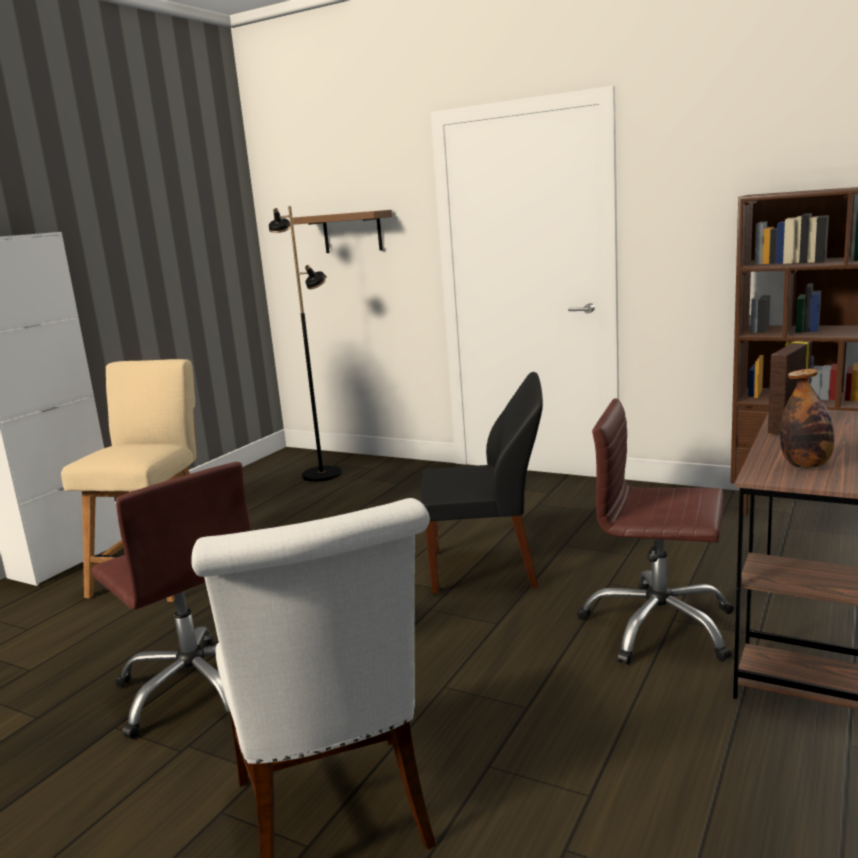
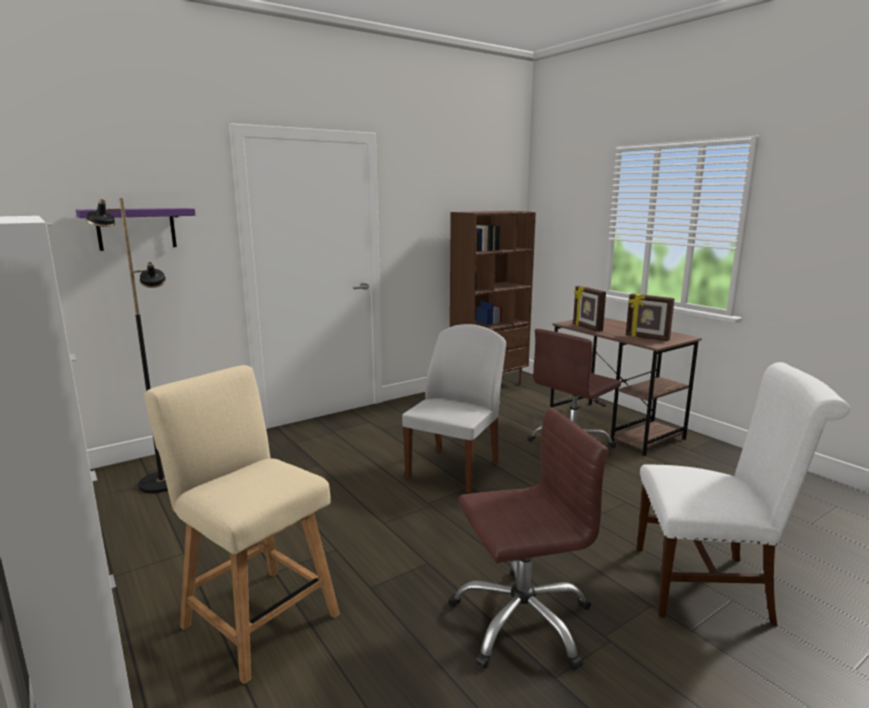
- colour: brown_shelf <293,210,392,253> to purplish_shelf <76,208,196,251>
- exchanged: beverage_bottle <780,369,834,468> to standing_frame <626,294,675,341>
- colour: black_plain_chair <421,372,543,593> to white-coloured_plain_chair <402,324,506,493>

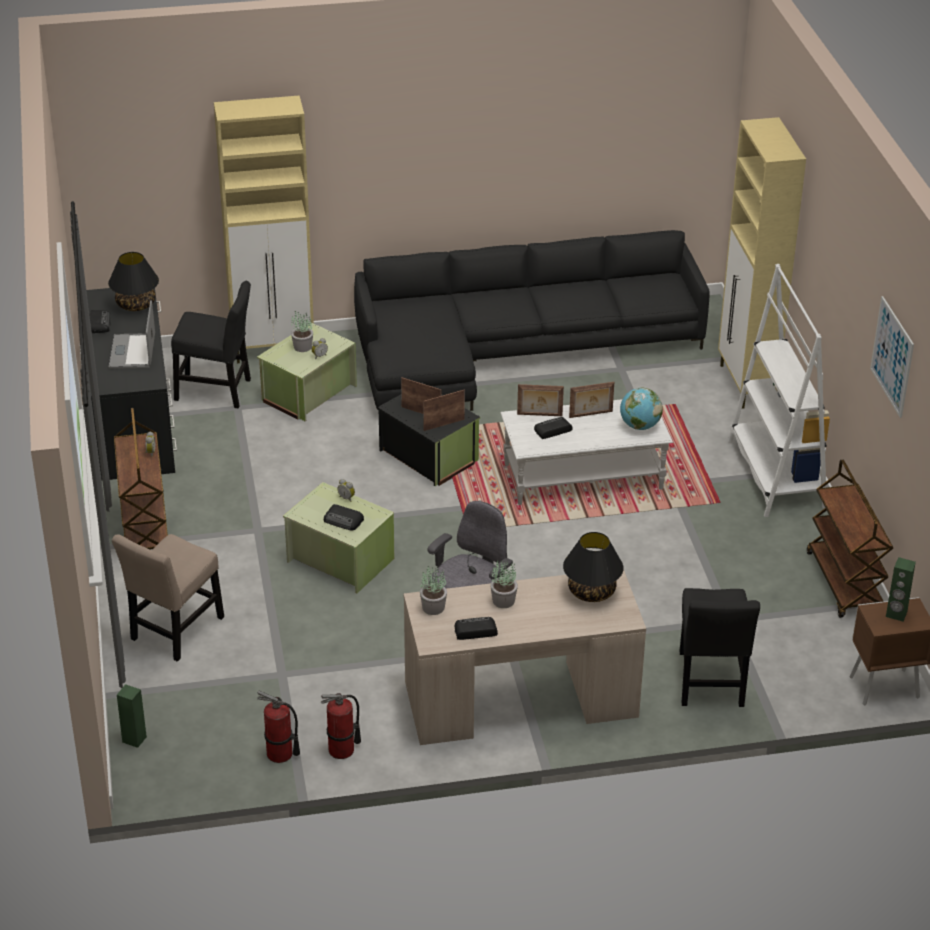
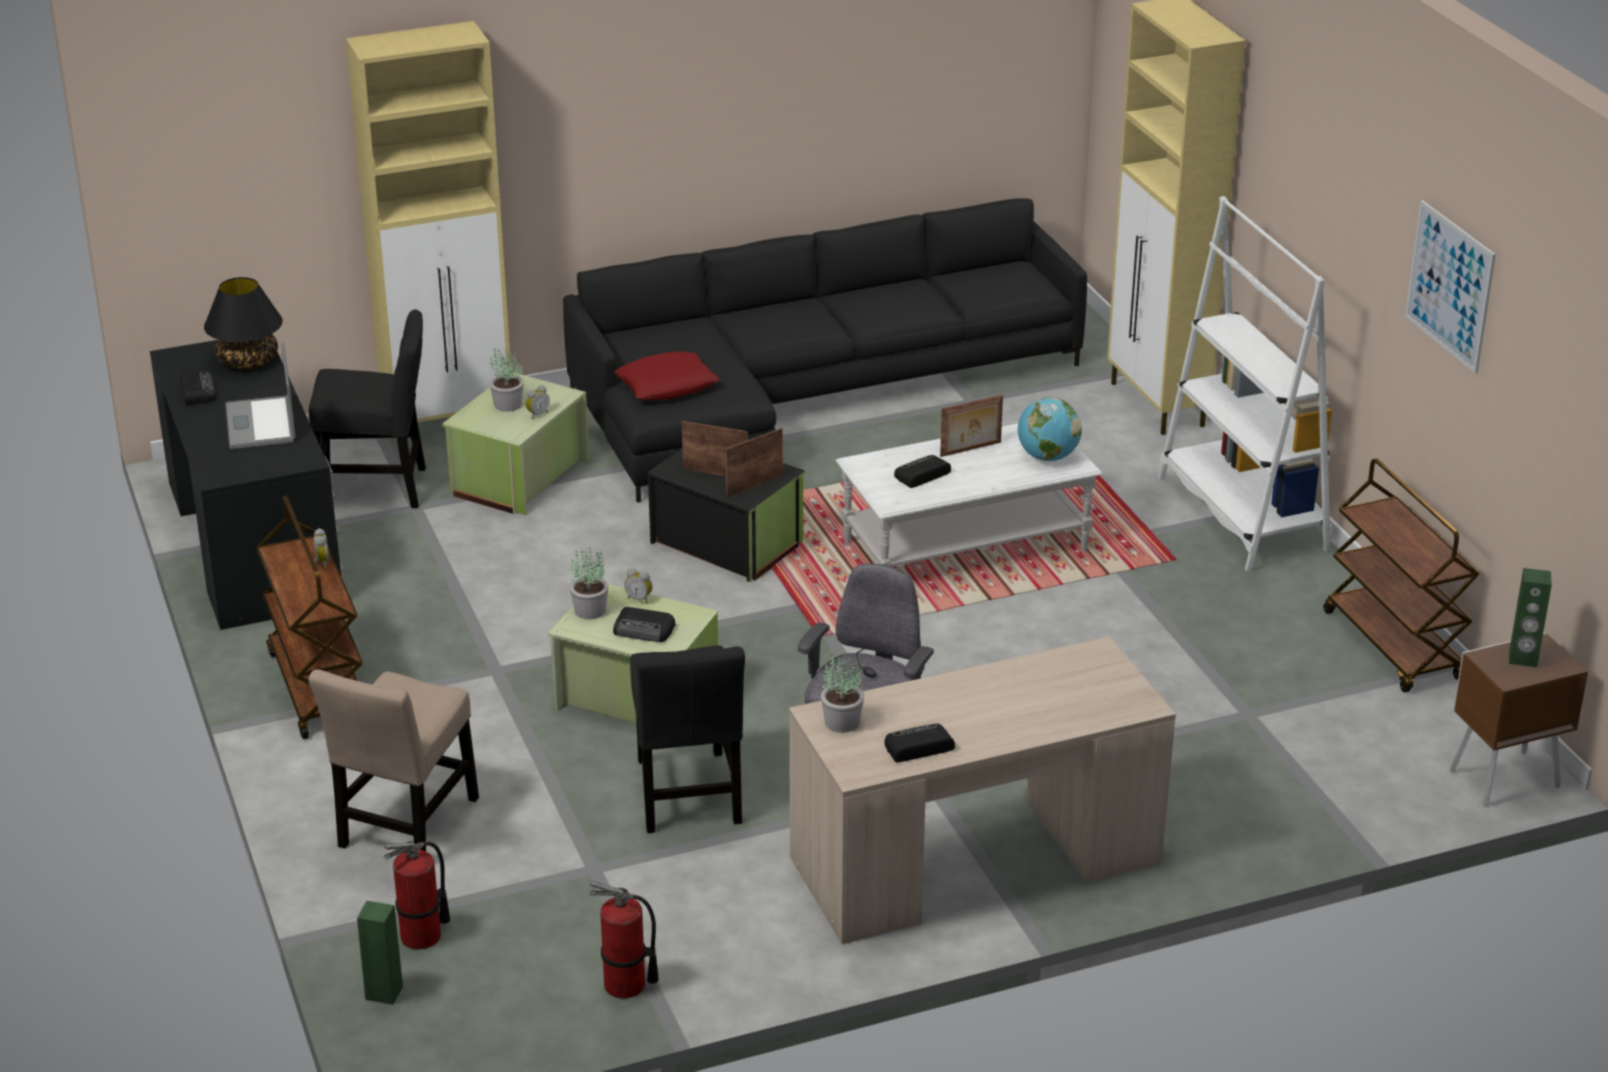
- missing: standing_frame <517,384,564,416>
- missing: black_table_lamp <563,532,624,602>
- relocated: potted_plant <490,560,518,608> to <570,548,608,619>
- relocated: black_plain_chair <679,588,760,707> to <630,646,745,833>
- relocated: fire-fighting_cylinder <321,693,361,759> to <384,841,450,950>
- appeared: red-coloured_throw_pillow <614,352,719,400>

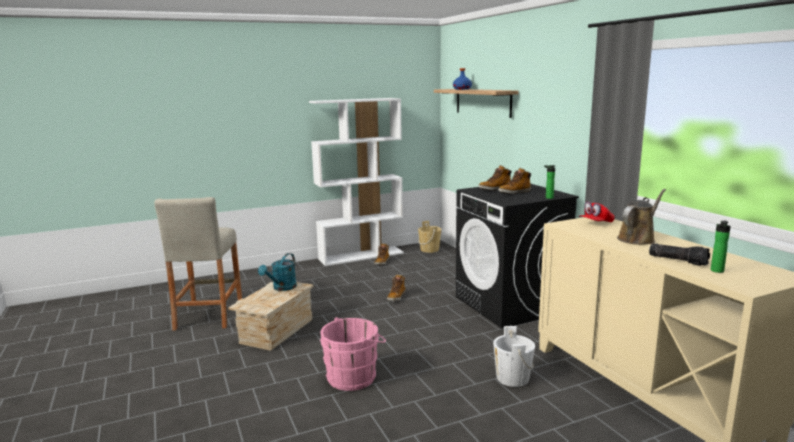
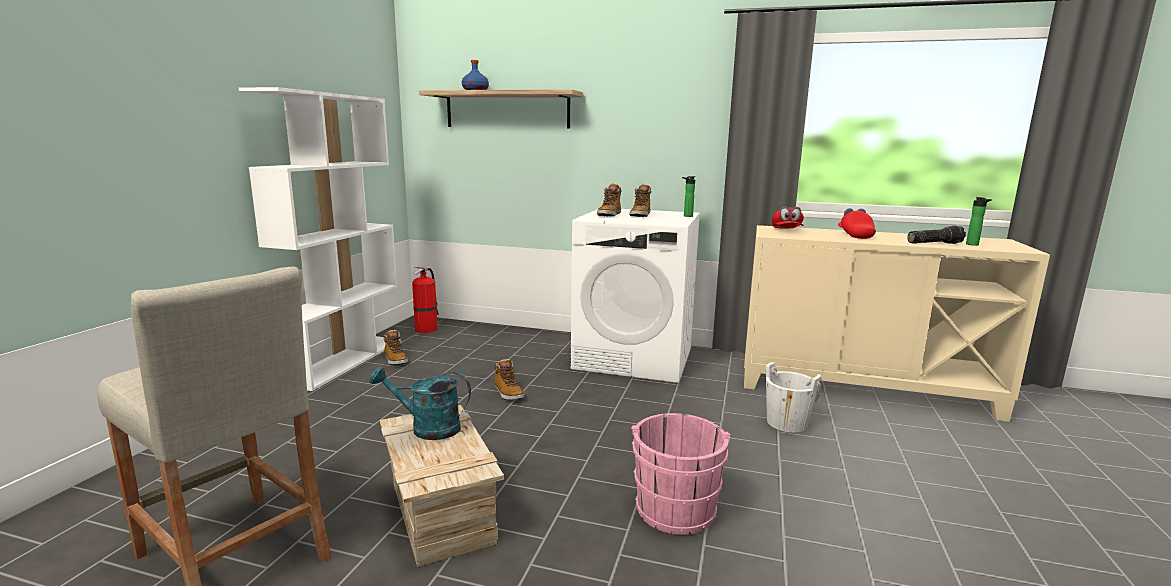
- colour: black_washing_machine <456,184,579,329> to white-coloured_washing_machine <571,209,700,383>
- exchanged: brown_watering_can <617,189,666,245> to red-coloured_cap <838,208,876,239>
- exchanged: beige_pail <418,221,441,253> to fire-fighting_cylinder <412,267,439,333>
- spun: turquoise-coloured_watering_can <258,253,297,291> = <369,366,471,440> 120 degrees clockwise

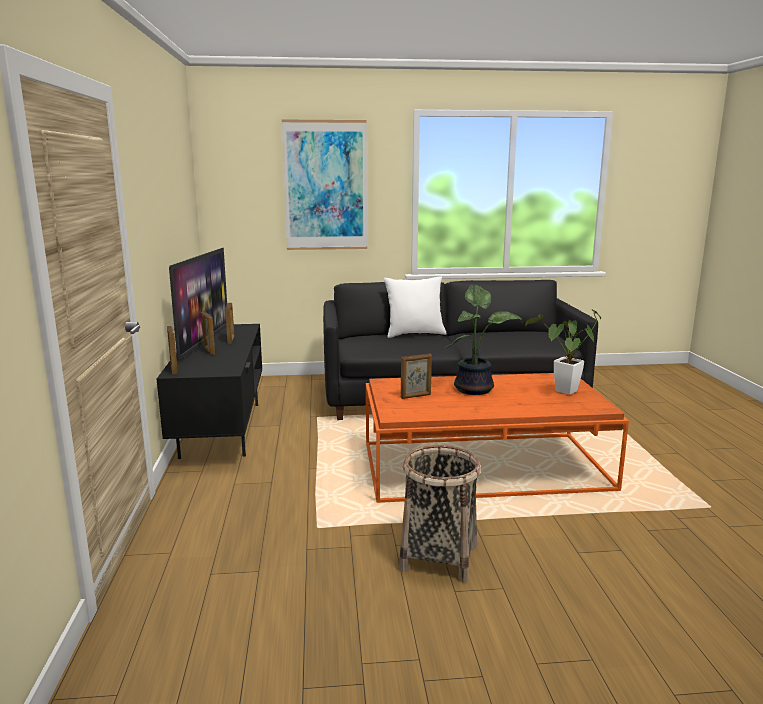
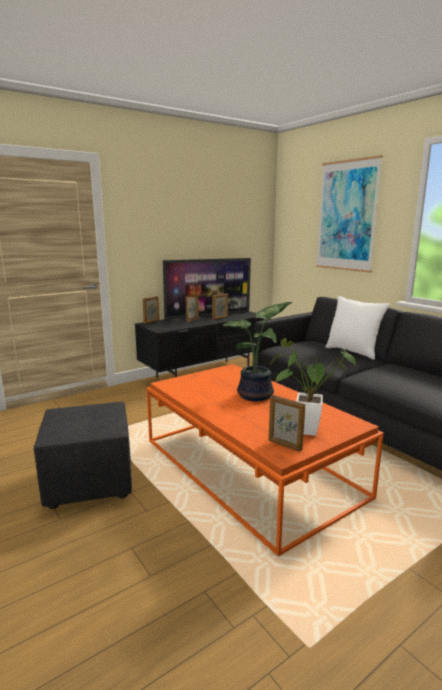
- relocated: standing_frame <401,354,432,399> to <268,395,305,452>
- exchanged: basket <399,445,481,582> to black_footrest <34,402,132,509>

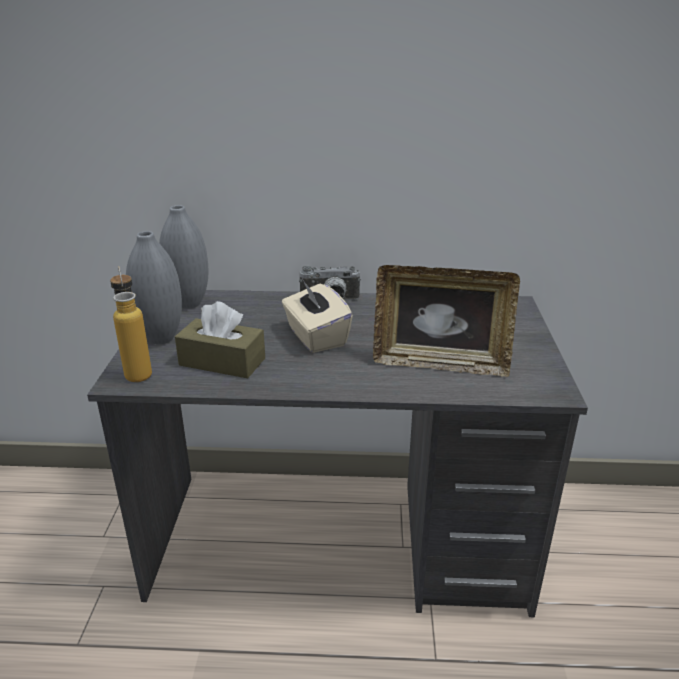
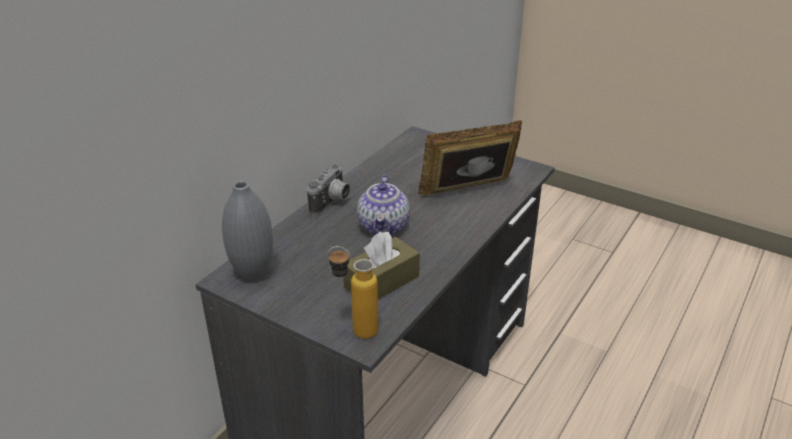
- missing: greyish_decorative_vase <126,231,182,344>
- spun: standing_frame <373,265,520,377> = <418,120,522,196> 150 degrees counterclockwise
- exchanged: beige_box_of_tissues <282,280,353,353> to pot_for_tea <357,175,410,236>

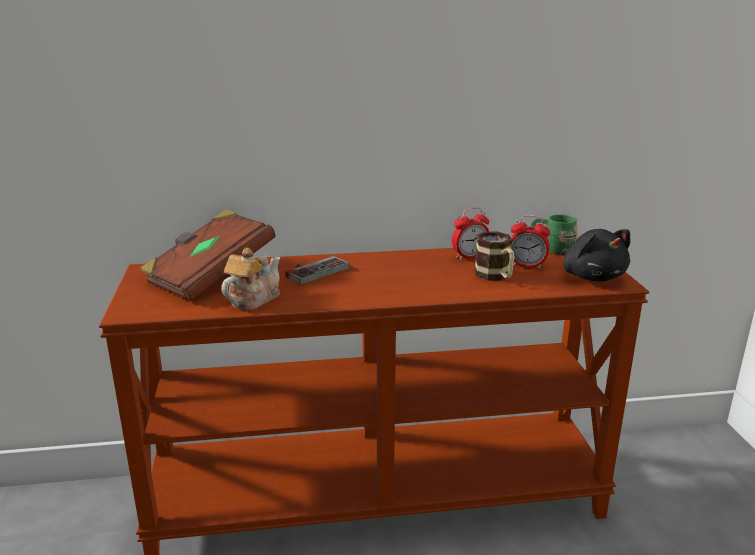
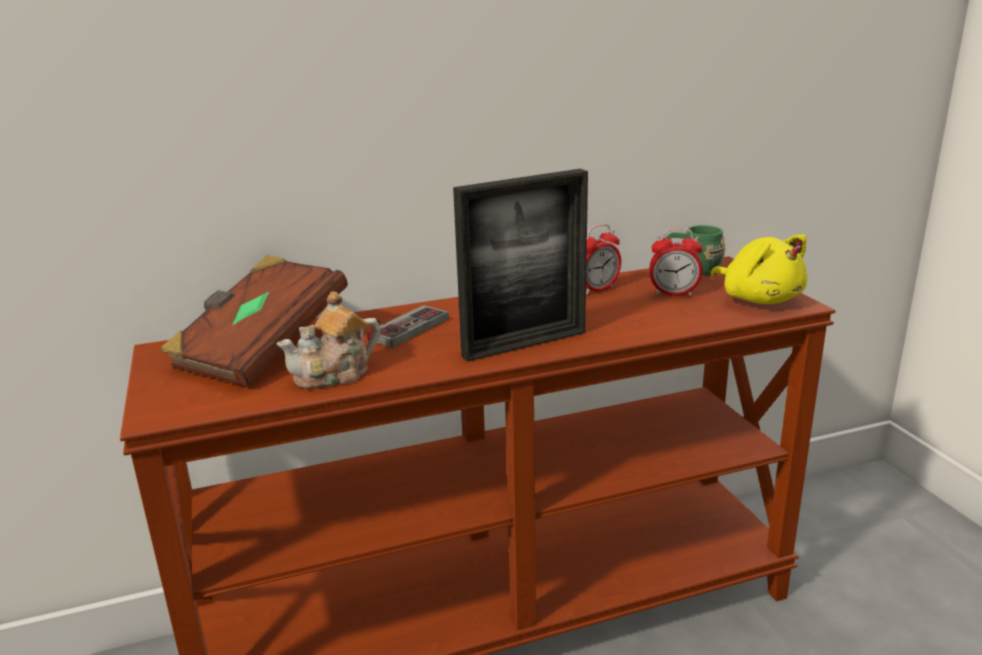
- colour: black_plush_toy <561,229,630,282> to yellowish_plush_toy <710,234,808,304>
- missing: coffee_mug <474,232,514,281>
- spun: pot_for_tea <221,248,280,310> = <277,291,381,389> 150 degrees counterclockwise
- appeared: standing_frame <453,169,588,362>

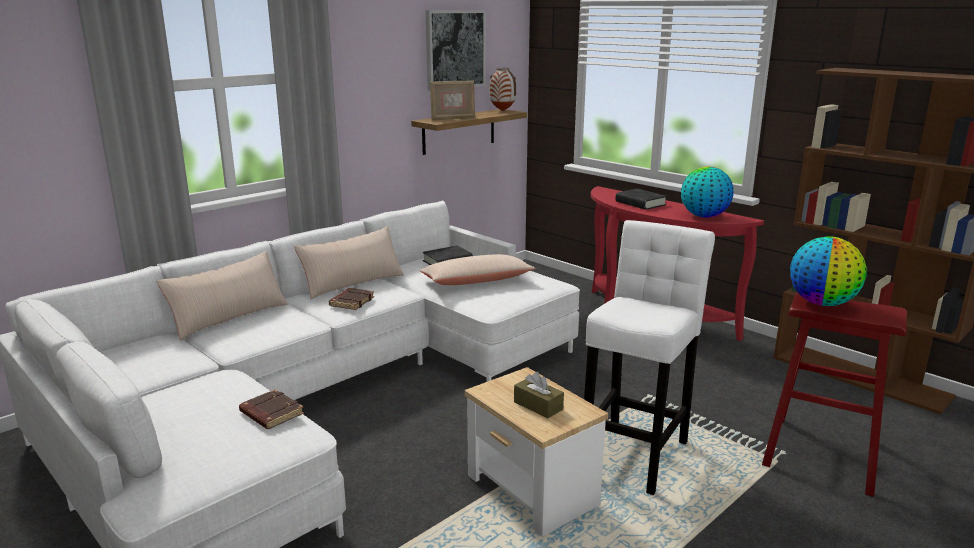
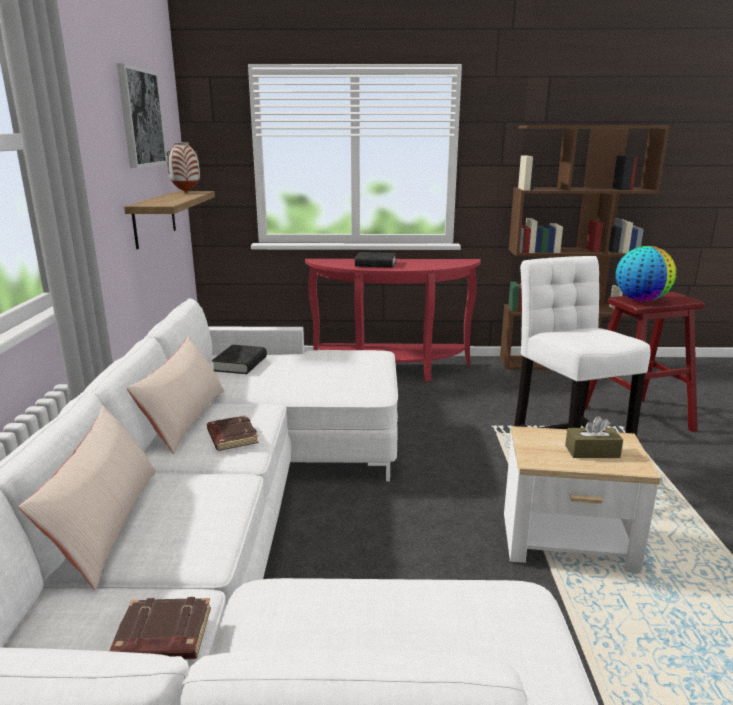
- missing: standing_frame <430,80,475,120>
- missing: globe <681,166,734,218>
- missing: beige_throw_pillow <419,254,535,285>
- relocated: brown_volume <239,389,304,429> to <110,597,211,659>

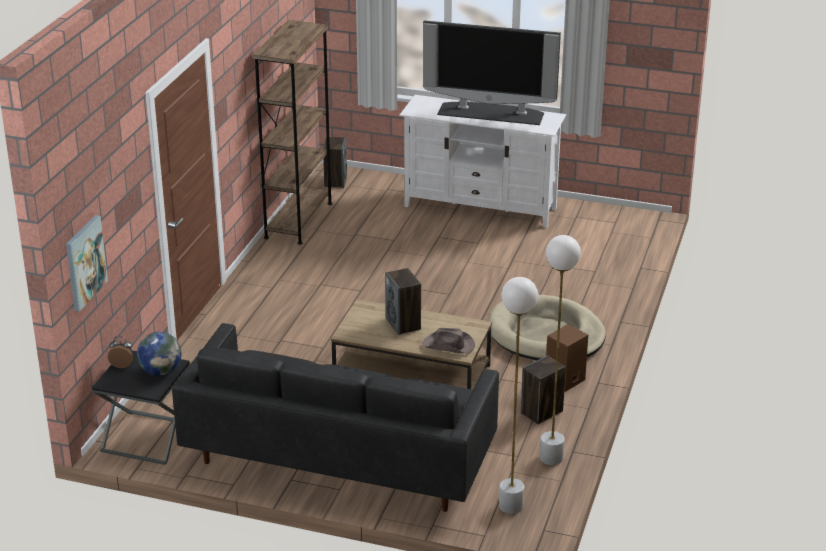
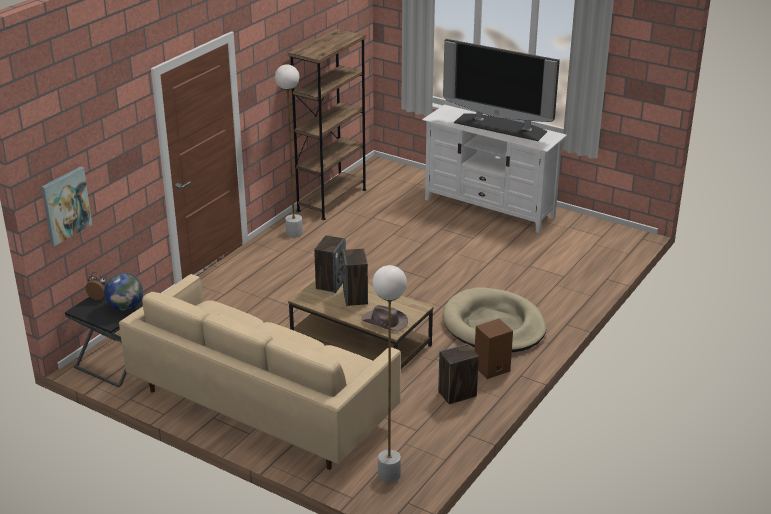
- relocated: speaker <323,137,347,188> to <314,235,346,293>
- relocated: white-coloured_standard_lamp <540,235,581,465> to <275,64,303,237>
- colour: black_couch <172,323,499,512> to beige_couch <119,274,401,470>

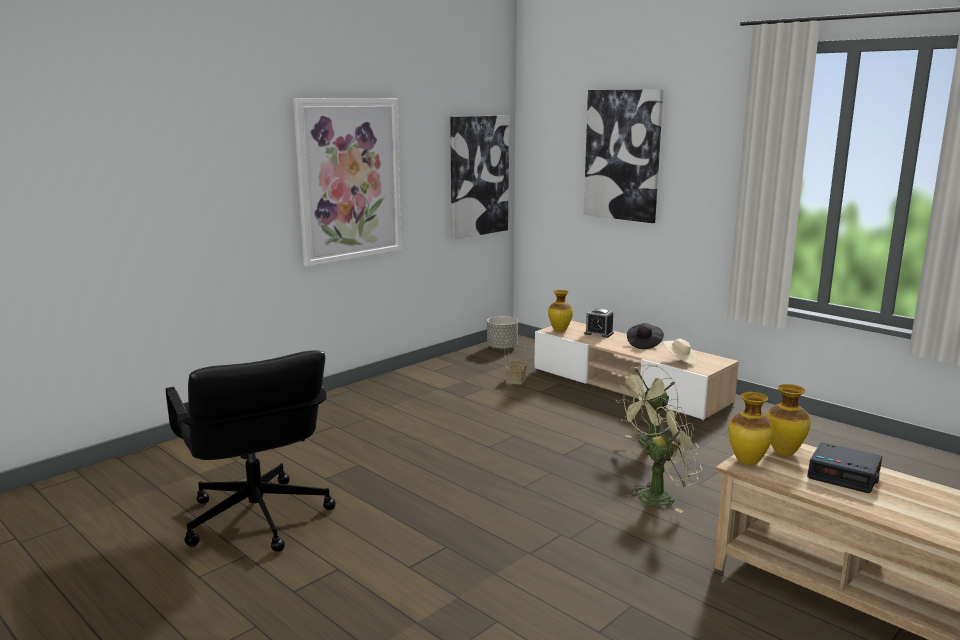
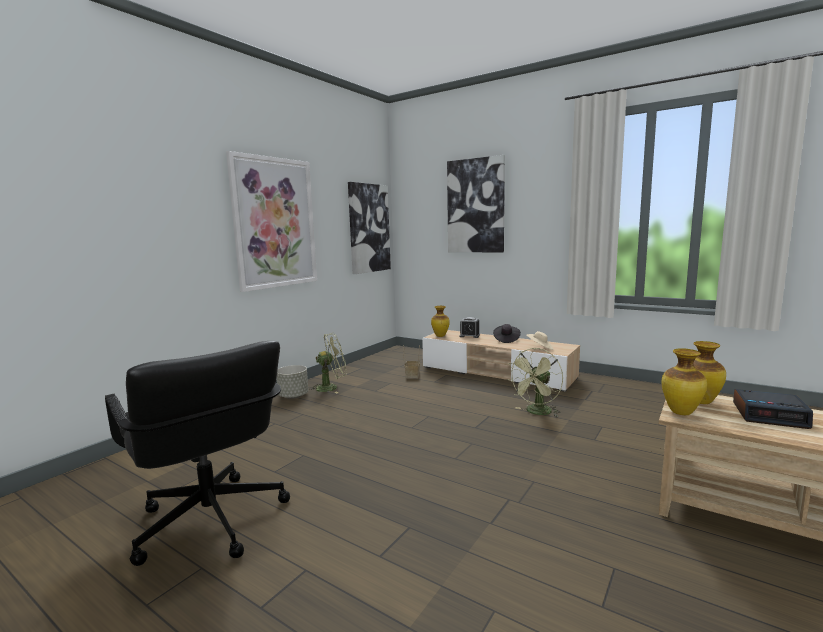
- relocated: greyish_flower_pot <487,316,518,350> to <277,365,308,399>
- relocated: green-coloured_fan <625,405,702,513> to <309,333,347,393>

